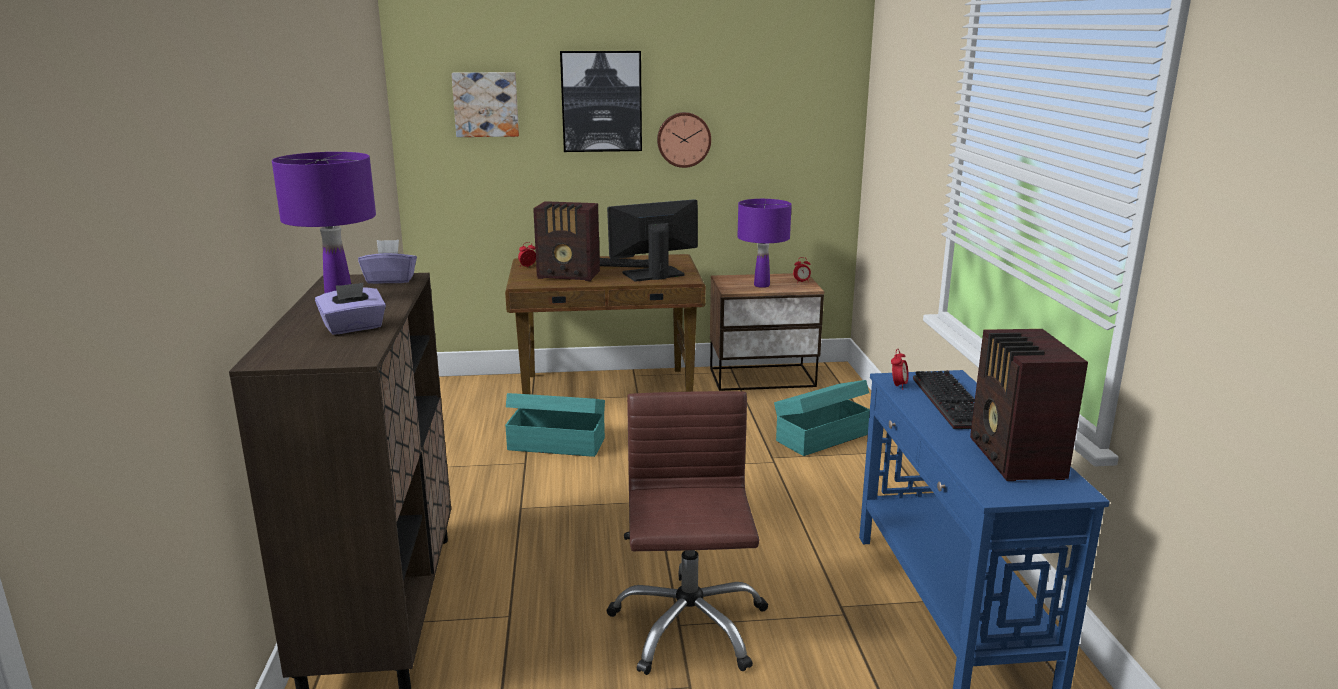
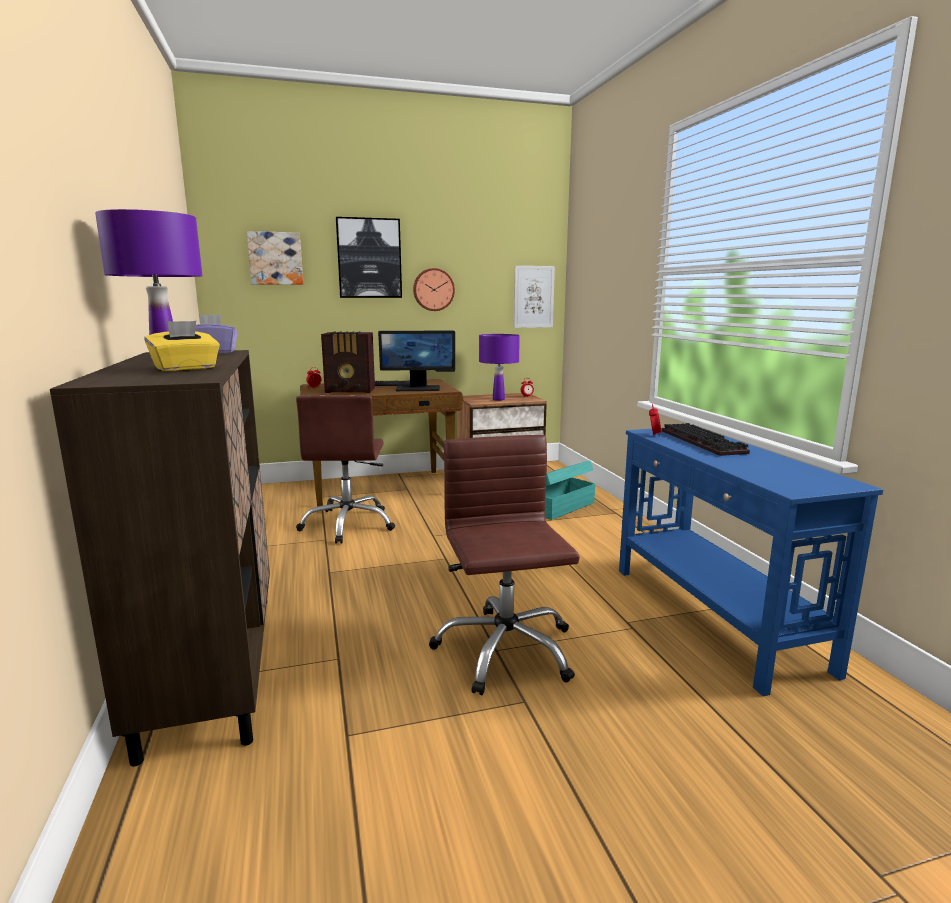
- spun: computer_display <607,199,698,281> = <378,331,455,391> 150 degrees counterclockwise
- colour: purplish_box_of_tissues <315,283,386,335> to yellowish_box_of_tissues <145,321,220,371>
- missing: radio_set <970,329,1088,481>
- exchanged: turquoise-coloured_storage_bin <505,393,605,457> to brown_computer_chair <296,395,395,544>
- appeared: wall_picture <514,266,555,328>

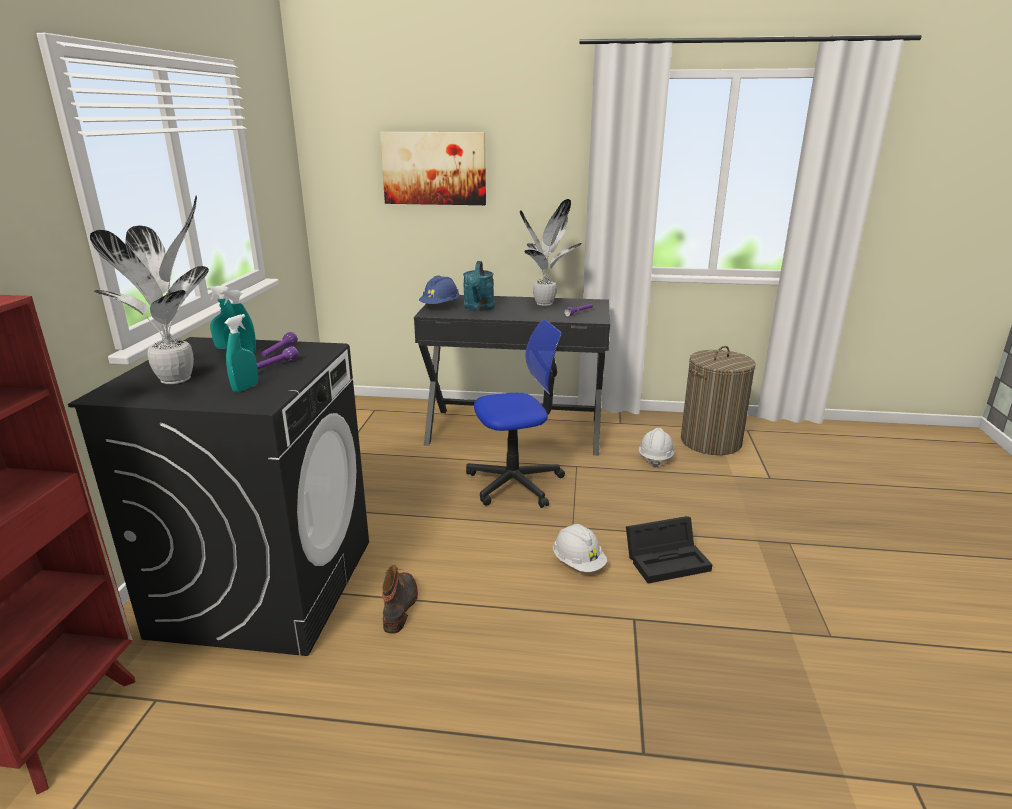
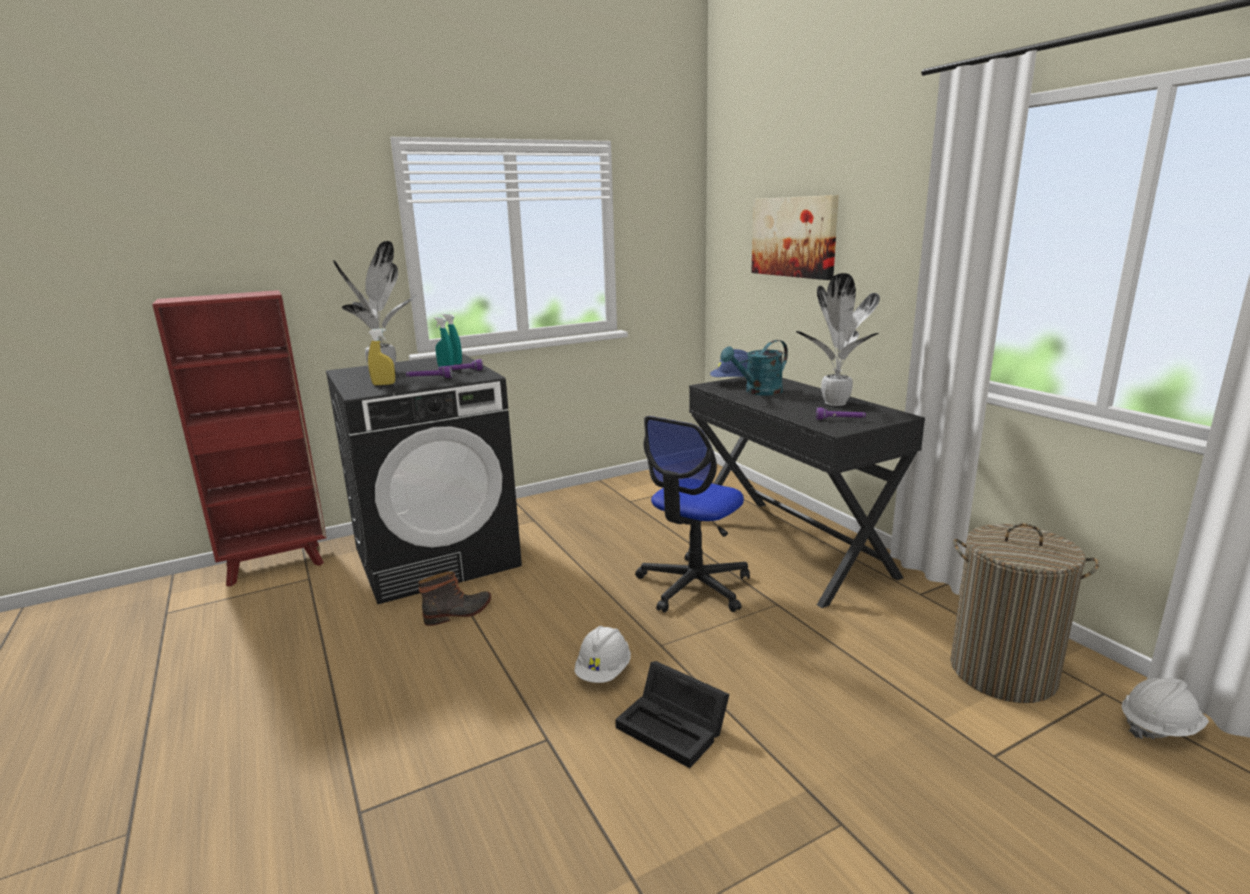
- colour: turquoise-coloured_sprayer <224,314,258,392> to yellowish_sprayer <368,328,395,385>
- spun: computer_chair <466,320,565,508> = <635,416,750,613> 90 degrees clockwise
- relocated: white-coloured_safety_helmet <639,428,675,468> to <1122,678,1209,739>

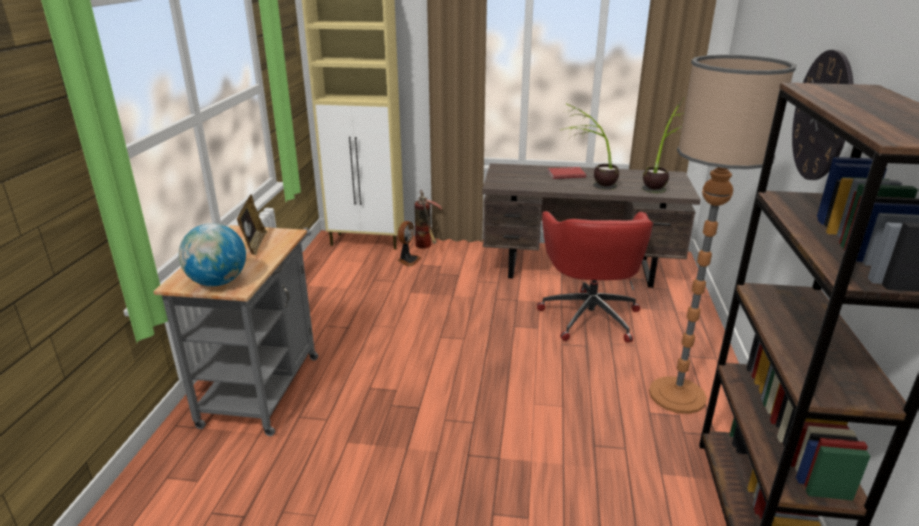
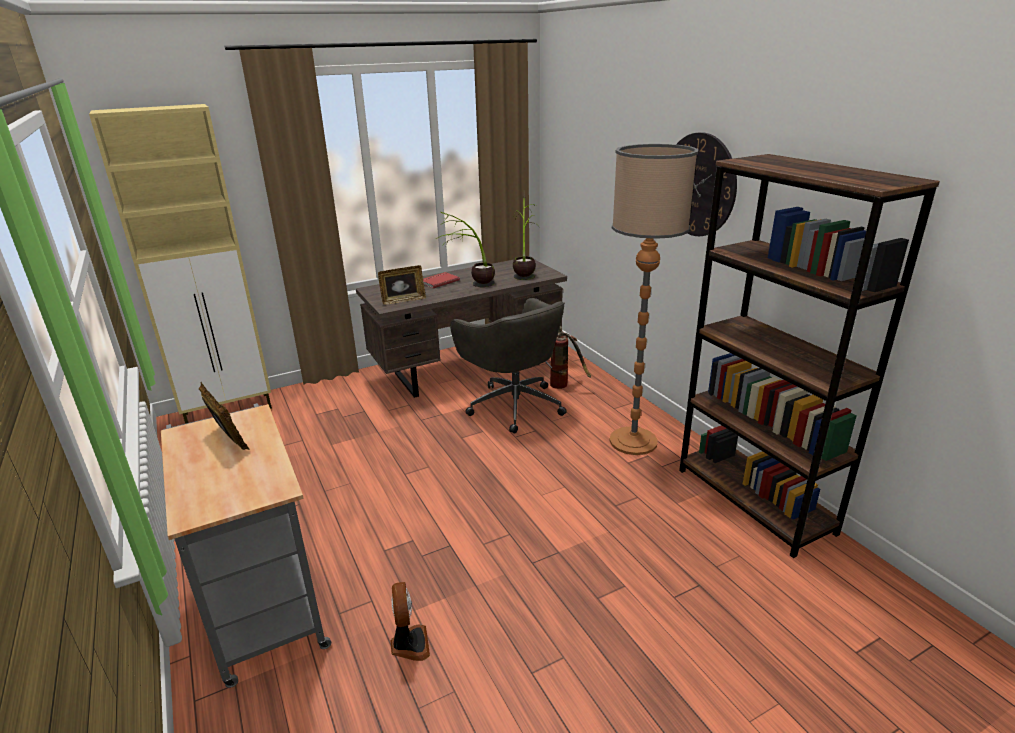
- relocated: fire-fighting_cylinder <415,190,442,249> to <550,327,591,389>
- colour: red-coloured_computer_chair <537,211,653,343> to greyish_computer_chair <450,298,567,434>
- relocated: fan <398,221,421,267> to <391,582,430,661>
- missing: globe <179,223,246,286>
- appeared: standing_frame <378,265,426,305>

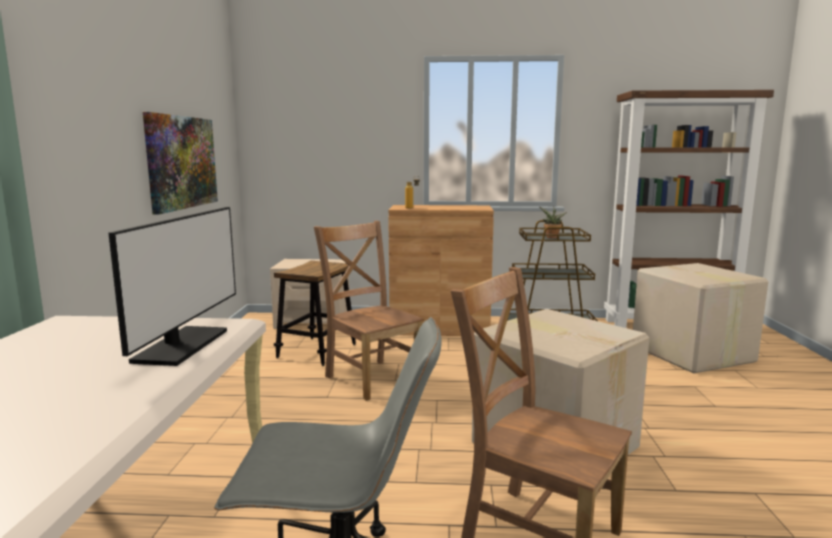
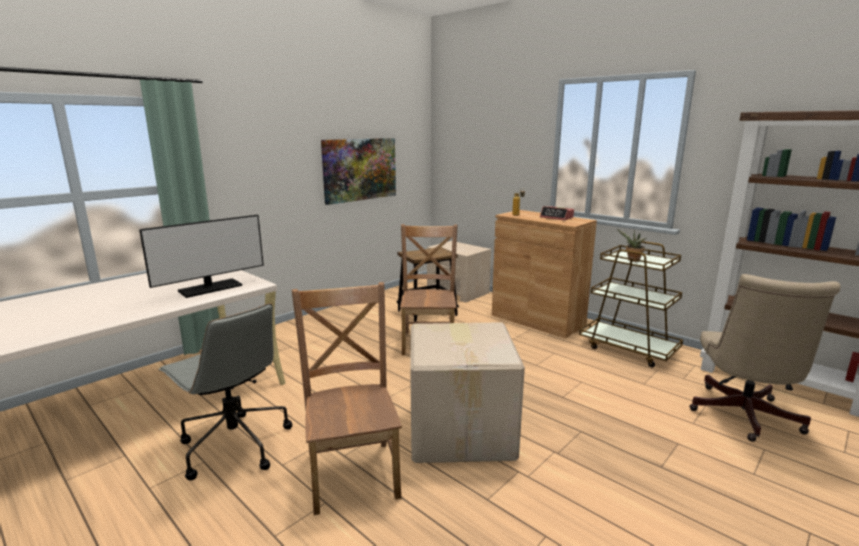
- exchanged: carton <633,263,768,373> to beige_computer_chair <689,274,841,442>
- appeared: bedside_clock <540,206,574,220>

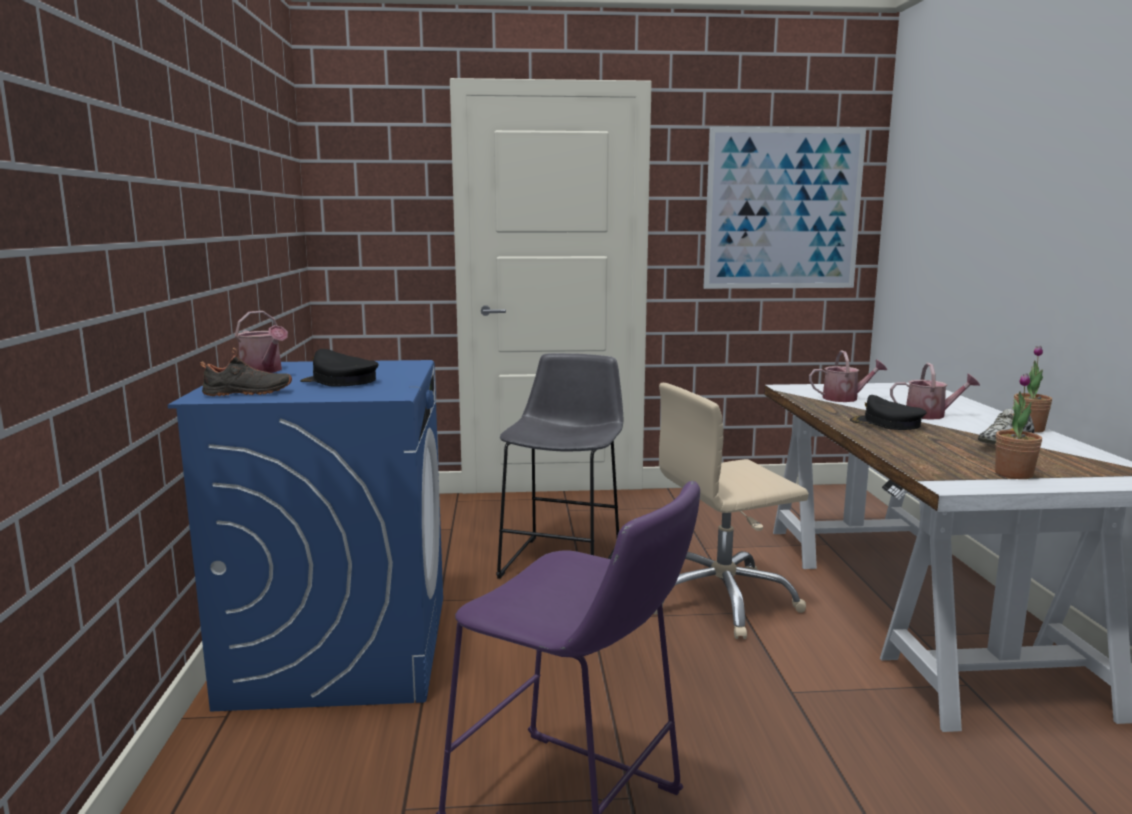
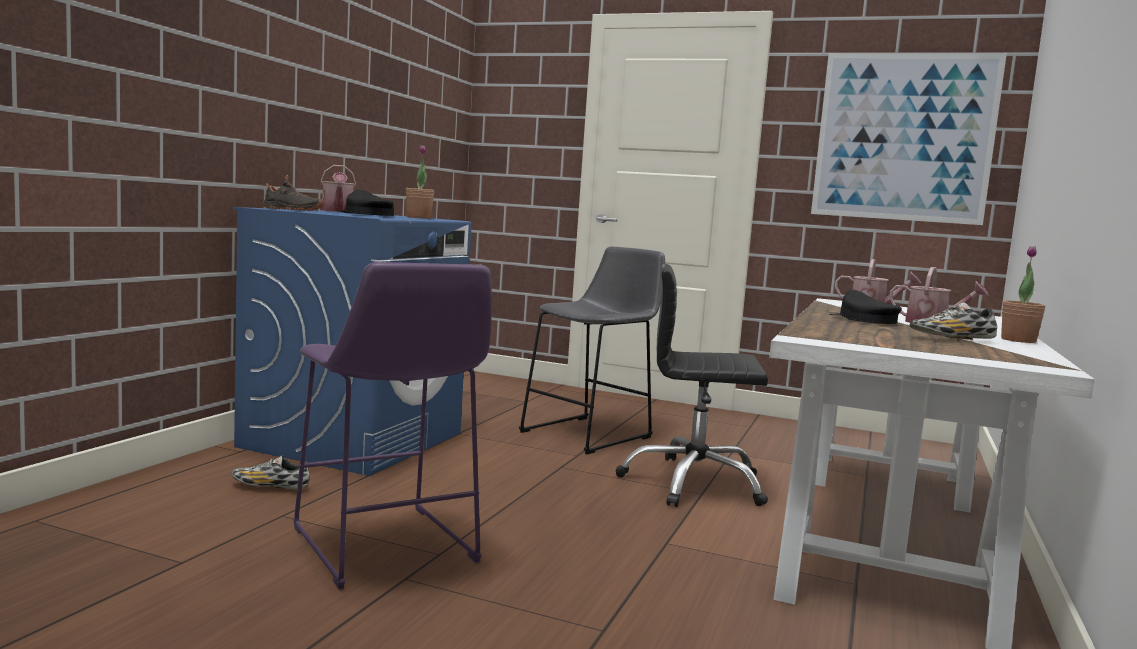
- relocated: potted_plant <995,373,1042,479> to <406,145,434,219>
- colour: beige_computer_chair <653,383,809,639> to black_computer_chair <616,264,768,507>
- appeared: shoe <231,455,310,489>

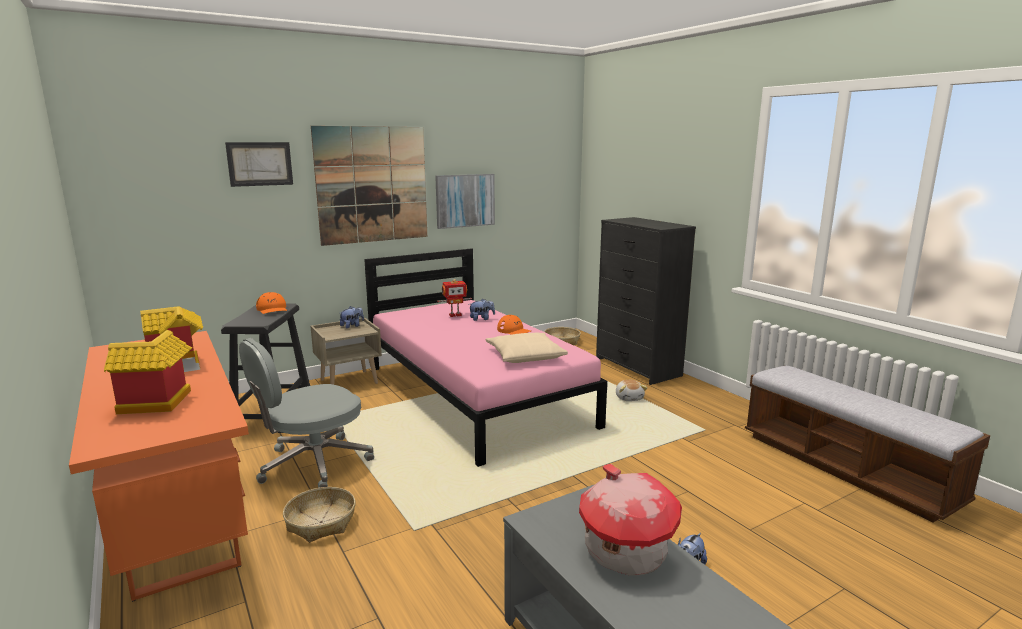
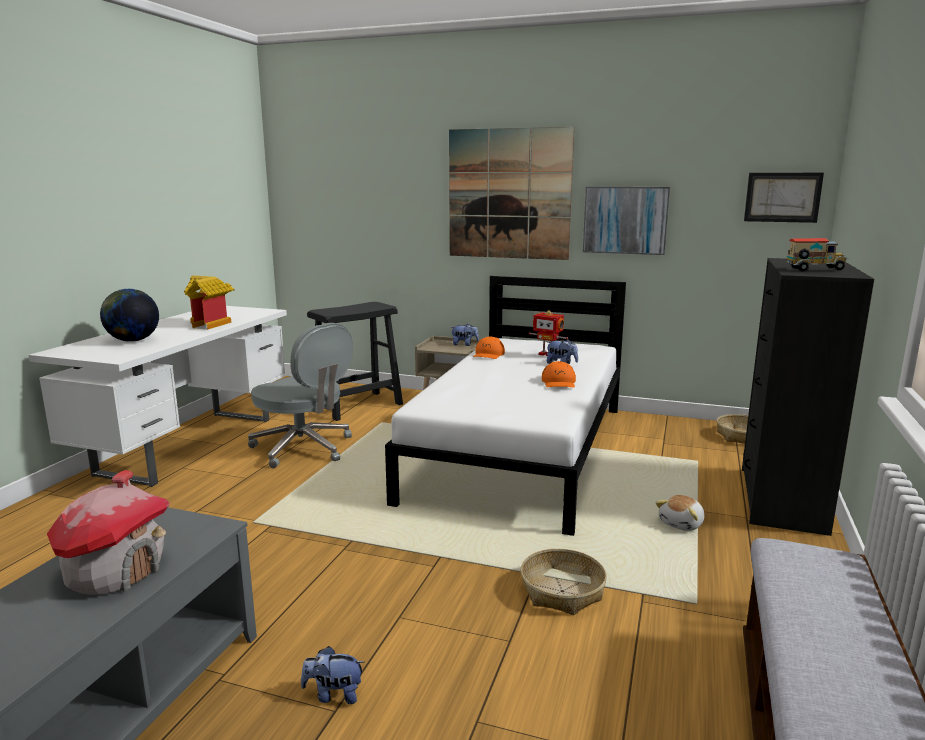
- relocated: wall_picture <225,142,293,187> to <744,173,824,223>
- colour: pinkish_sleeping_bed <364,248,607,467> to white-coloured_sleeping_bed <385,276,626,536>
- relocated: orange_cap <256,292,287,314> to <473,337,505,359>
- exchanged: model_house <104,330,192,414> to globe <100,289,159,342>
- colour: orange_desk <69,331,249,602> to white-coloured_desk <29,306,287,487>
- missing: beige_throw_pillow <486,333,568,363>
- spun: greyish_computer_chair <239,338,374,488> = <248,323,353,468> 150 degrees counterclockwise
- relocated: basket <283,487,356,542> to <520,549,607,615>
- appeared: toy_lorry <786,238,849,271>

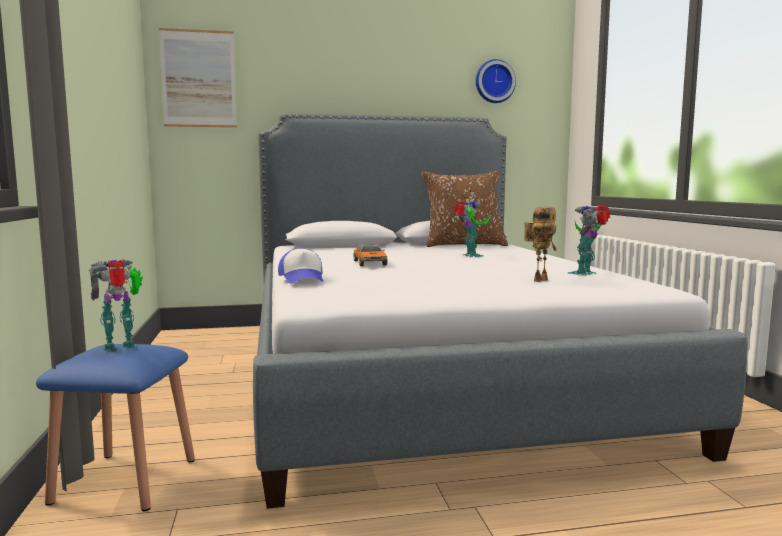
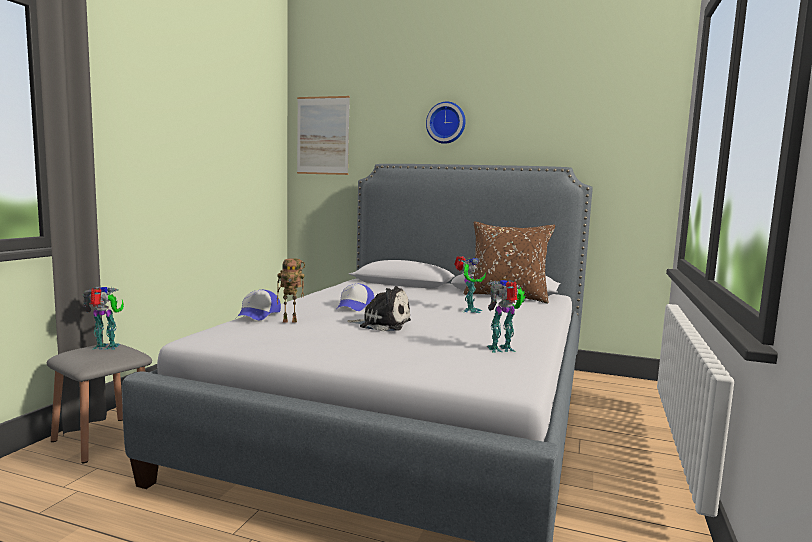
- relocated: clock_on_the_wall <476,59,516,103> to <426,102,466,144>
- relocated: robot_figure <524,207,557,282> to <277,258,305,323>
- exchanged: model_car <354,244,388,266> to cap <337,284,374,311>
- colour: blue-coloured_sitting_stool <36,344,195,511> to greyish_sitting_stool <47,343,152,463>
- appeared: plush_toy <347,286,411,331>

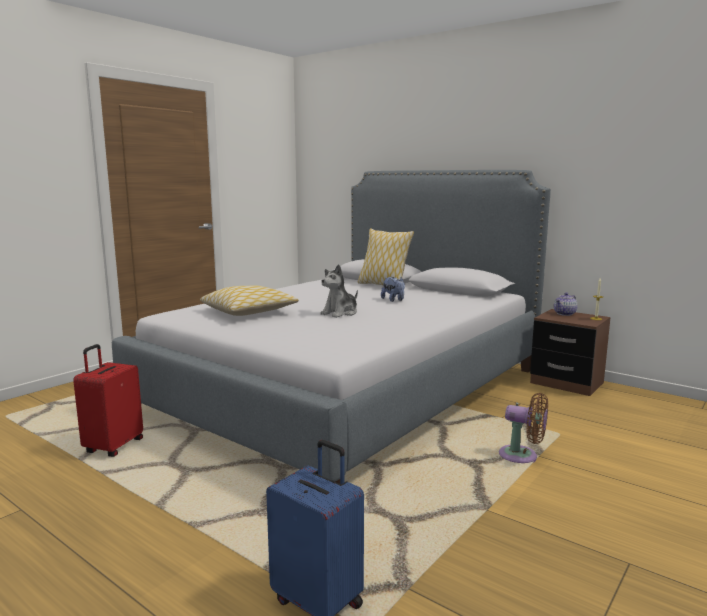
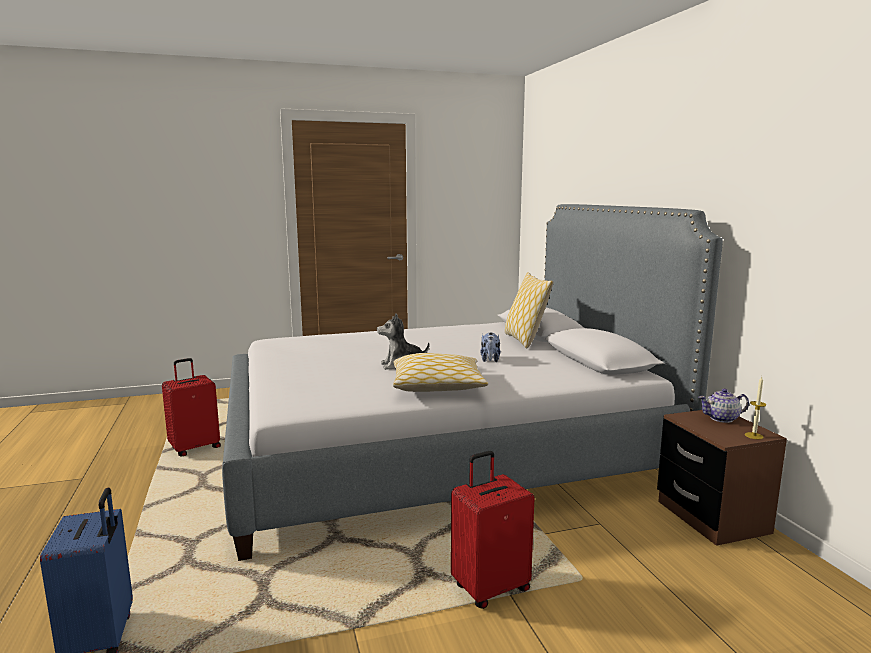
- relocated: throw_pillow <200,286,299,316> to <393,353,488,392>
- exchanged: brown_fan <499,393,548,463> to red-coloured_suitcase <451,451,535,609>

